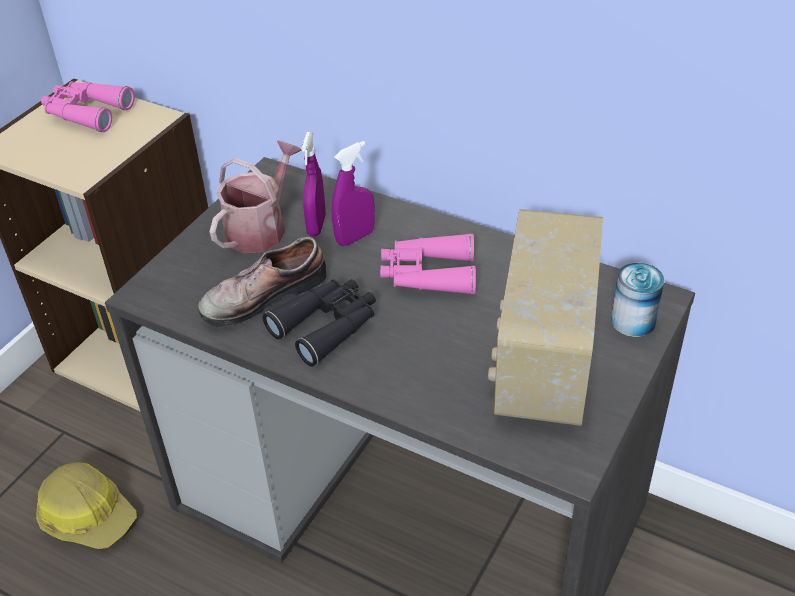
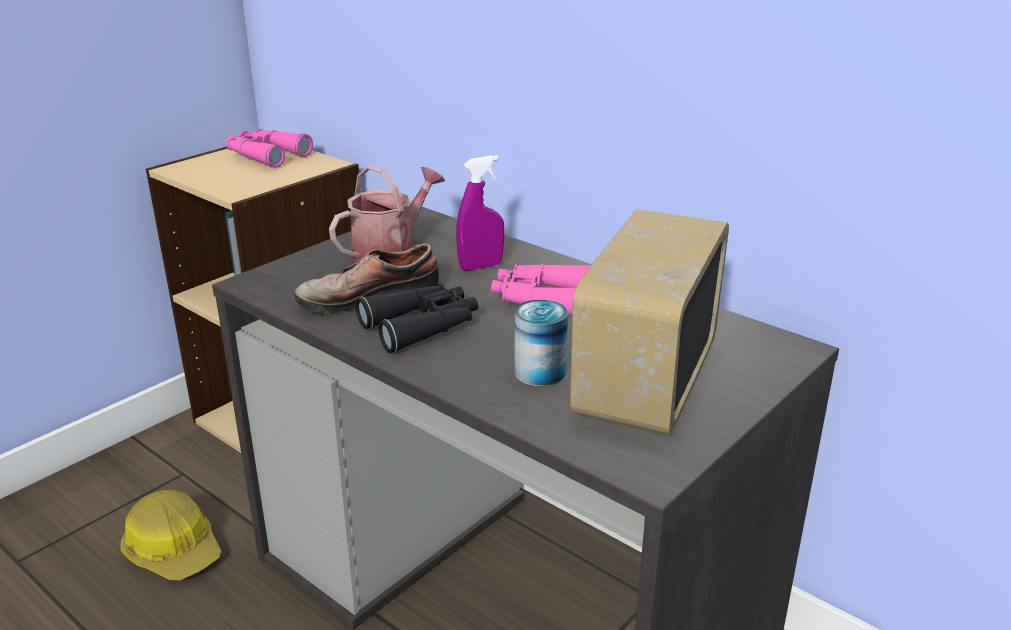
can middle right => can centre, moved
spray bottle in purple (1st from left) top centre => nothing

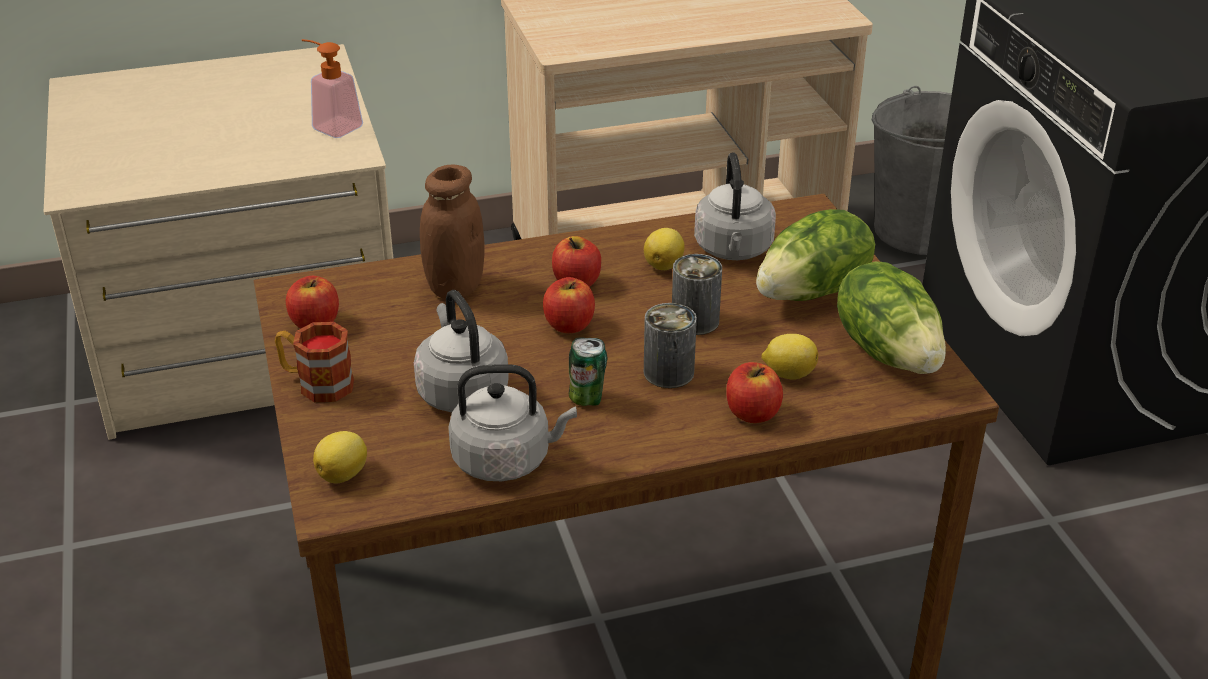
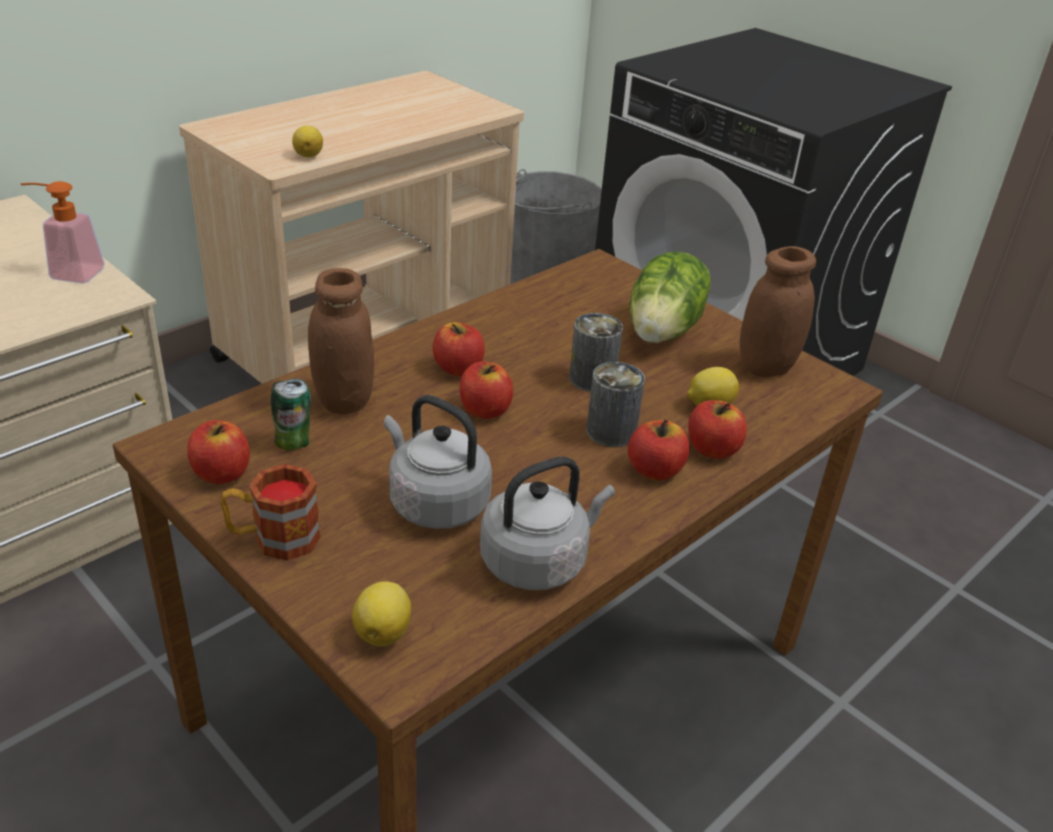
can (1st from left) centre => can (1st from left) middle left, moved
lemon (2nd from left in the first image) centre => lemon (1st from left) top left, moved
nothing => apple (4th from left) centre
lettuce (2nd from left) middle right => jar in brown (2nd from left) middle right
kettle in grey (3rd from left) top centre => nothing

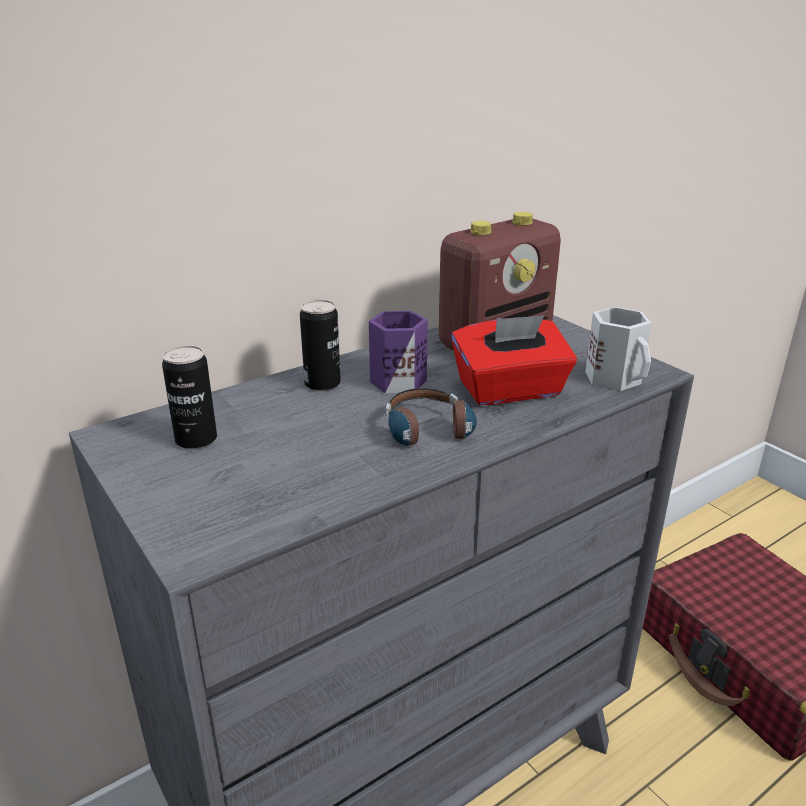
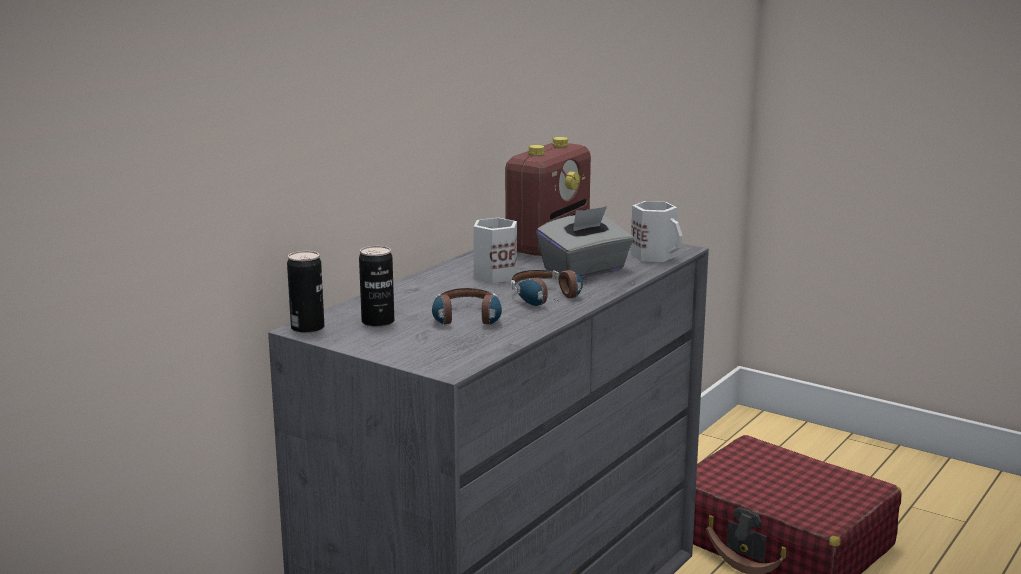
can (2nd from left in the first image) centre => can (1st from left) middle left, moved
nothing => headphones (1st from left) centre
mug in purple centre => mug in white (1st from left) centre
tissue box in red centre => tissue box in grey centre

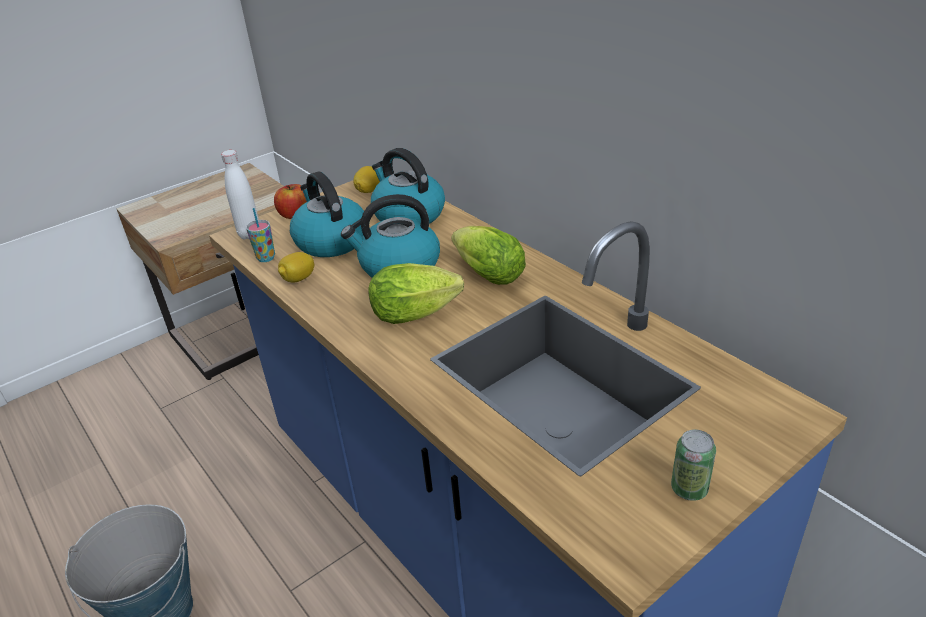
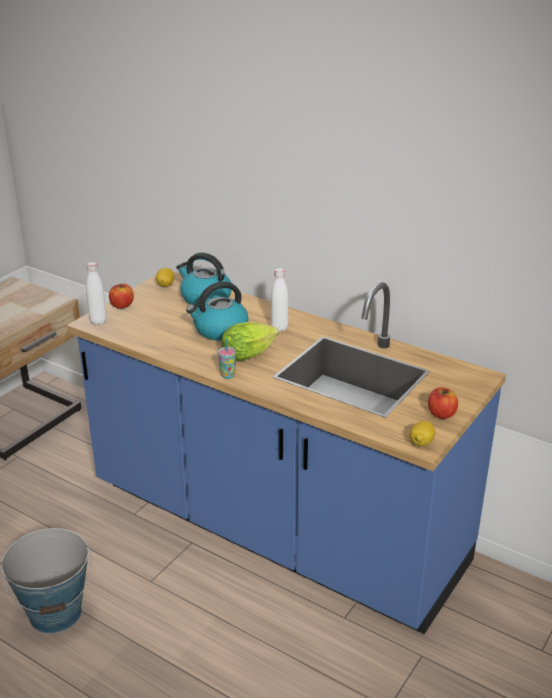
cup middle left => cup centre, moved
lettuce (2nd from left) centre => bottle in white (2nd from left) centre
lemon (1st from left in the first image) middle left => lemon (2nd from left) middle right, moved
can bottom right => apple (2nd from left) middle right
kettle (1st from left) centre => nothing

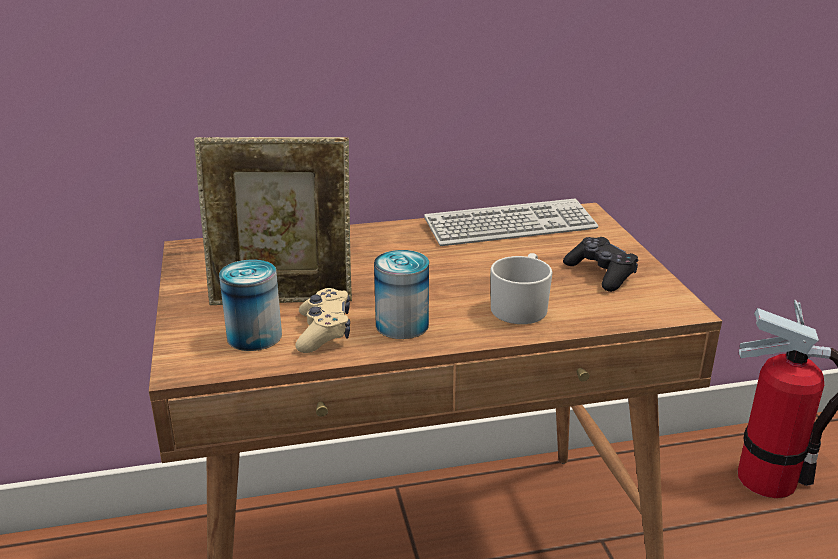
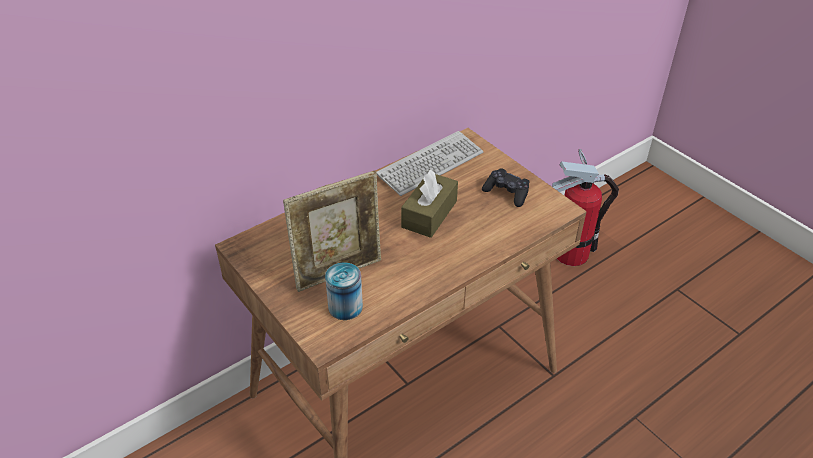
nothing => tissue box in brown centre
game controller in beige centre => nothing
can (2nd from left) centre => nothing
mug in white centre => nothing

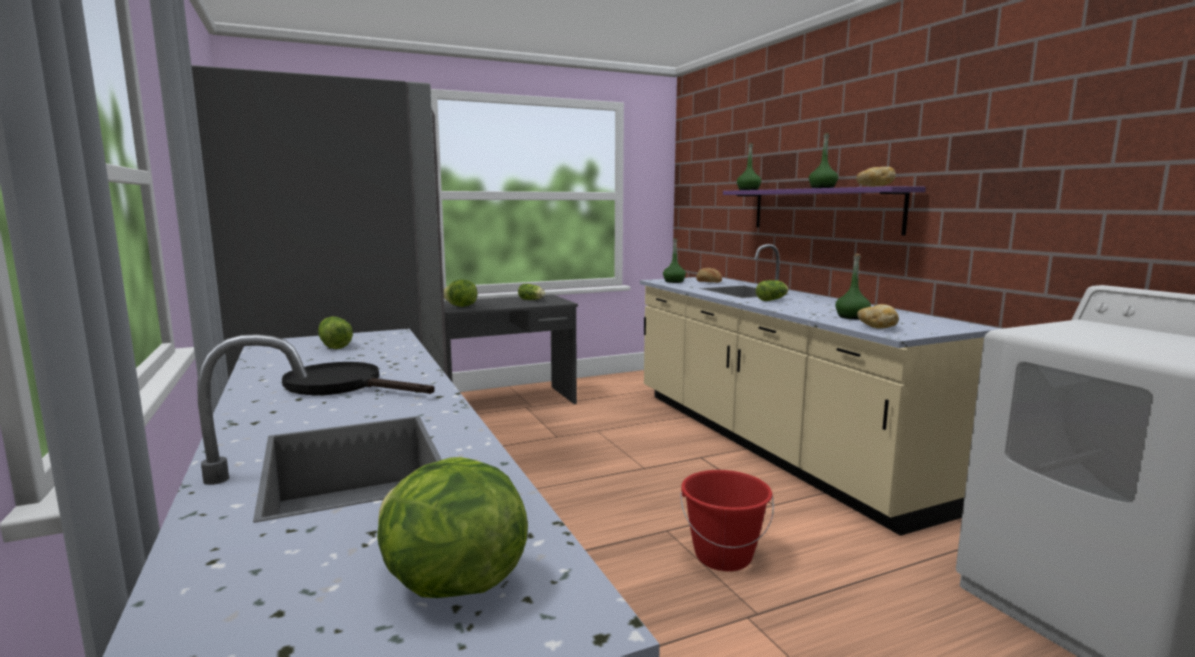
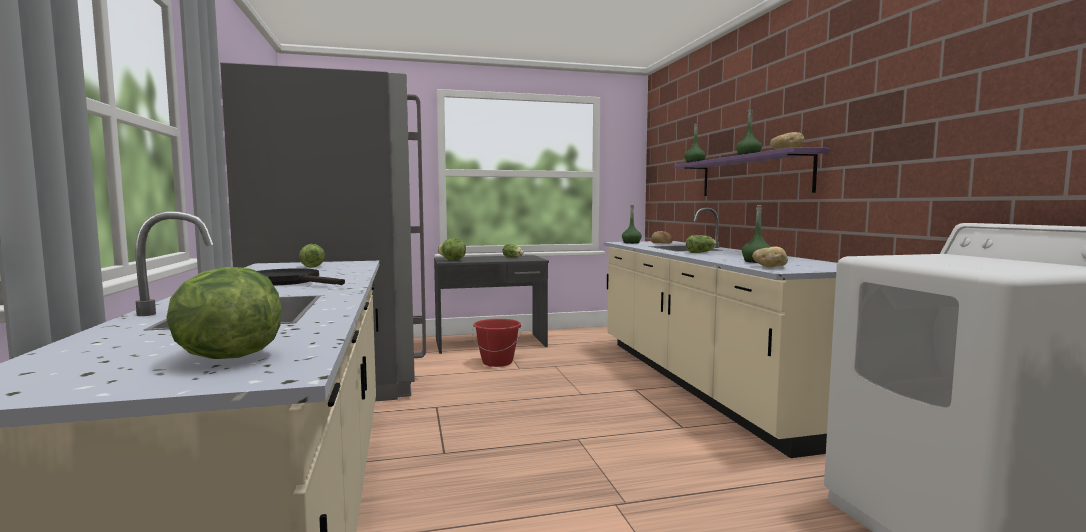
bucket in red bottom centre => bucket in red centre, moved

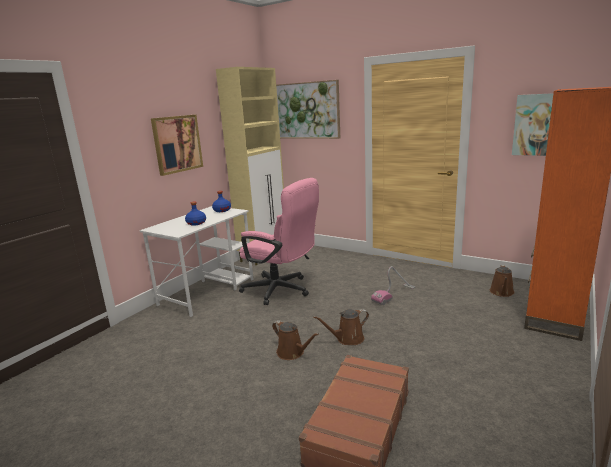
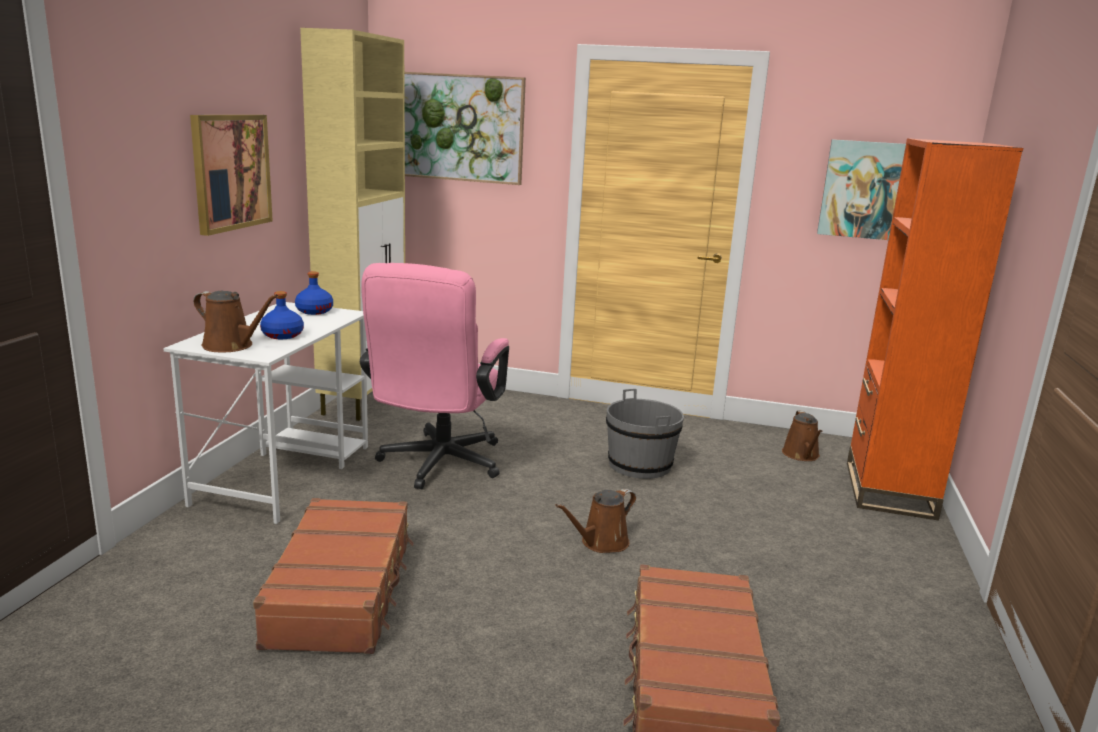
watering can in brown (1st from left) bottom centre => watering can in brown (1st from left) middle left, moved
nothing => suitcase in brown (1st from left) bottom left
office chair in pink centre, 90 degrees clockwise
vacuum cleaner centre => bucket in grey centre

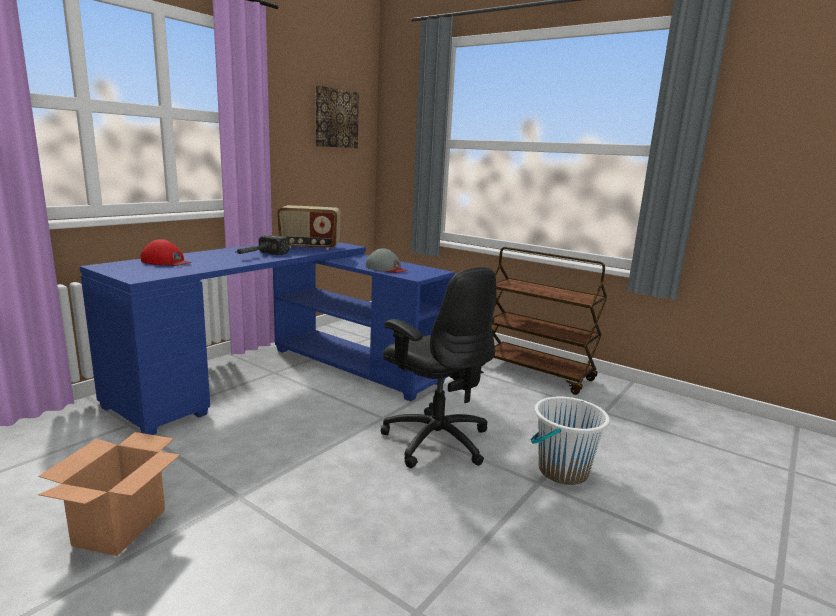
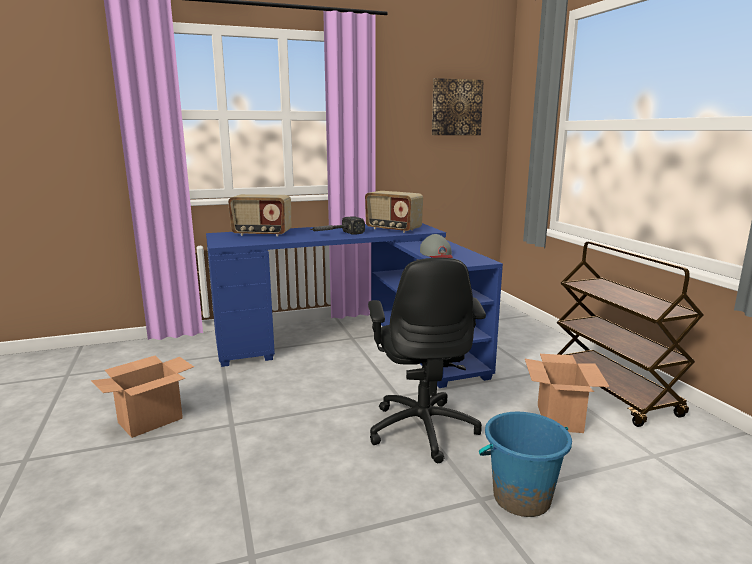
cap in red middle left => radio (1st from left) centre
bucket in white bottom right => bucket in blue bottom right
nothing => cardboard box (2nd from left) bottom right

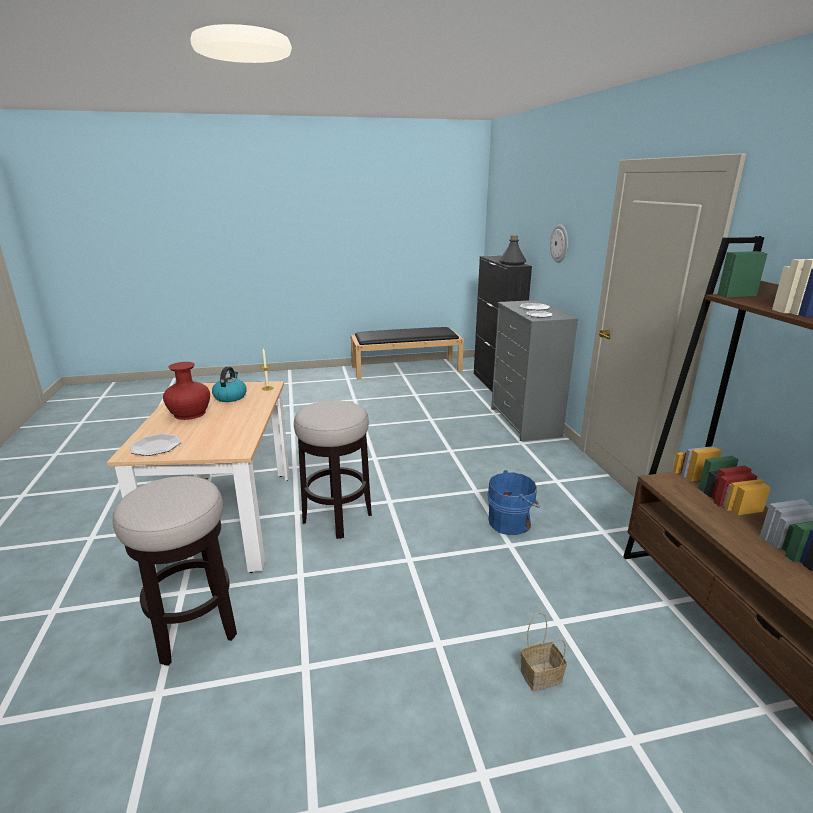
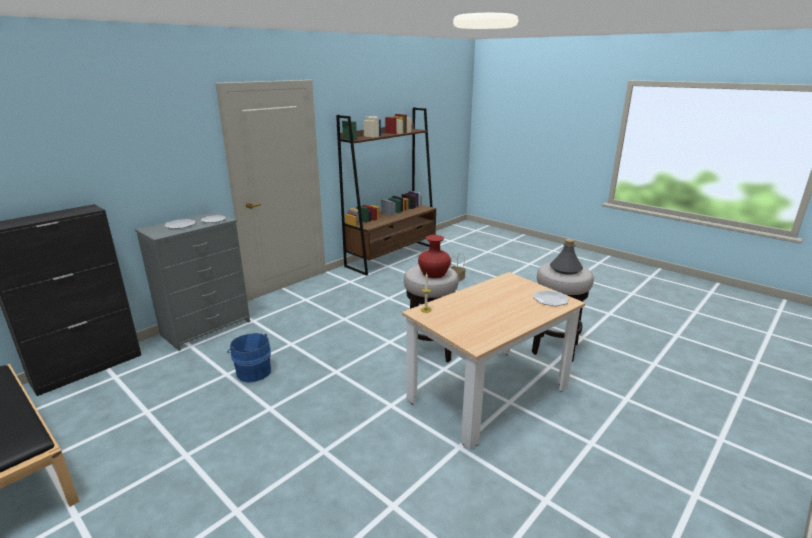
bucket in blue centre => bucket in blue middle left, moved
vase in red middle left => vase in red centre, moved
bottle in grey top centre => bottle in grey middle right, moved
kettle middle left => nothing
wall clock top right => nothing

